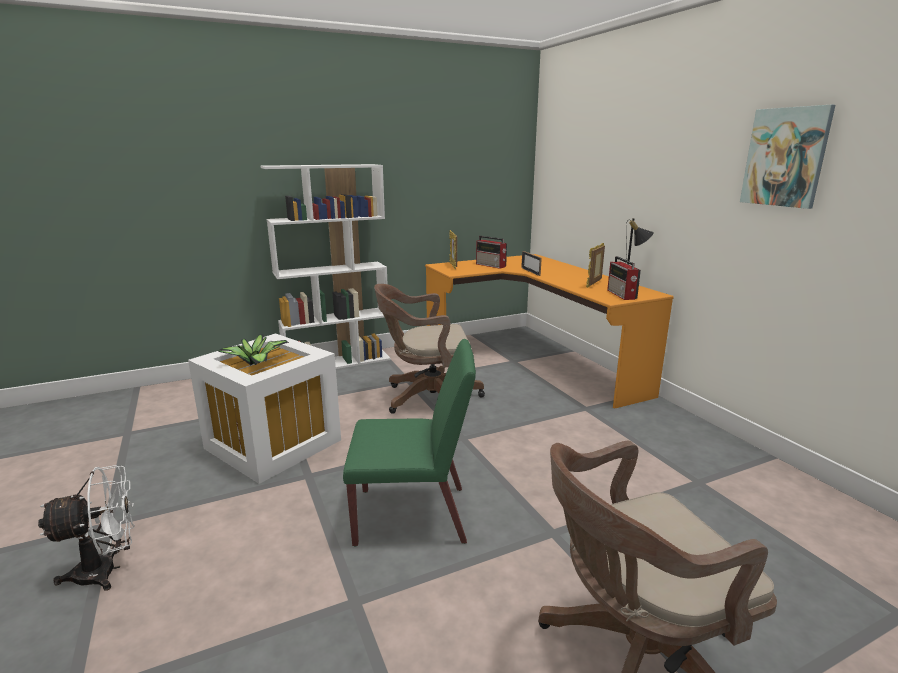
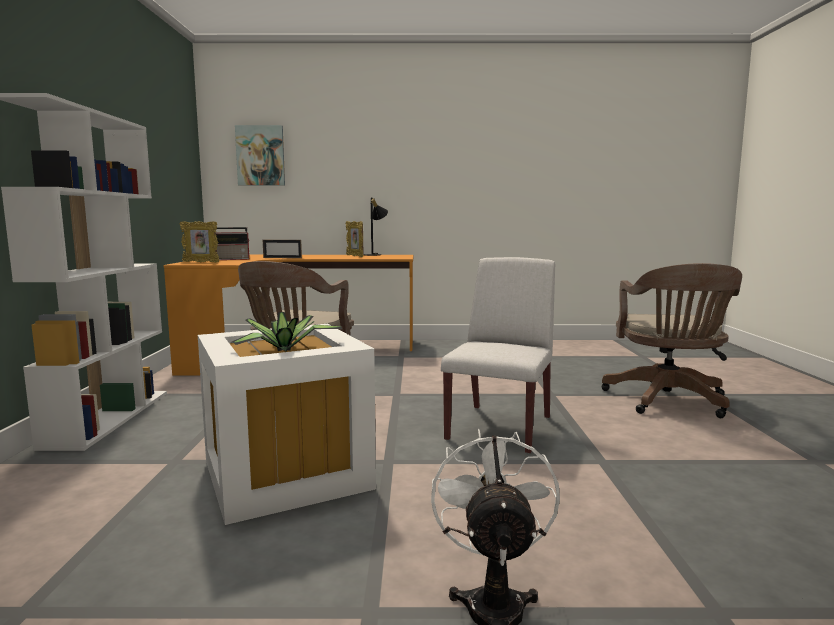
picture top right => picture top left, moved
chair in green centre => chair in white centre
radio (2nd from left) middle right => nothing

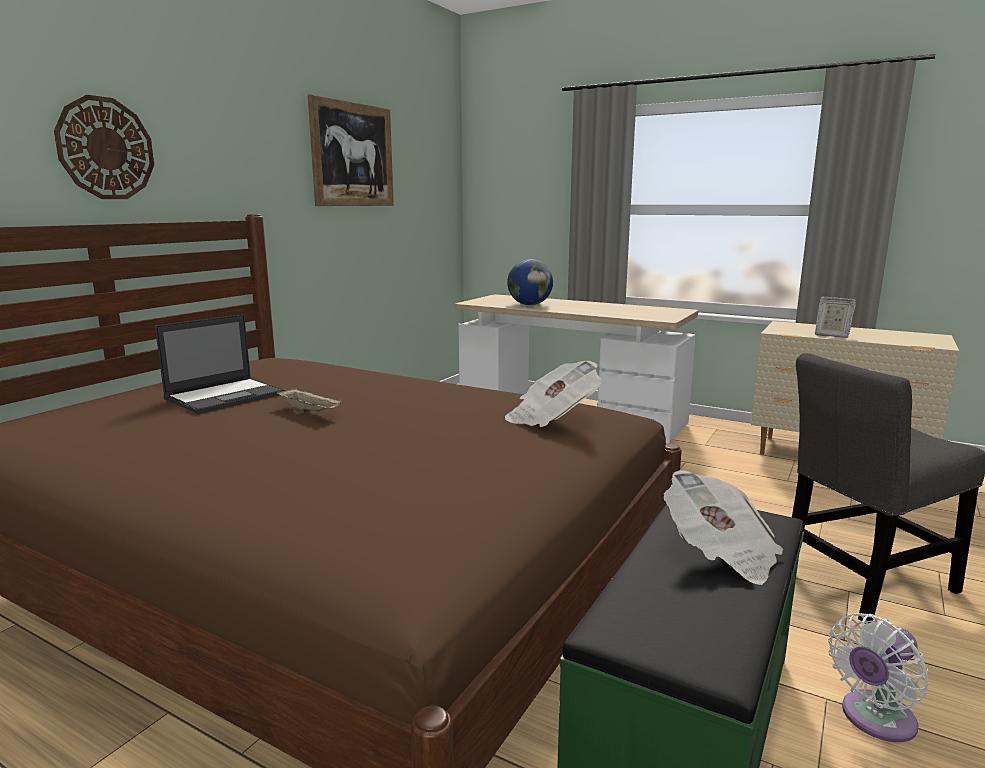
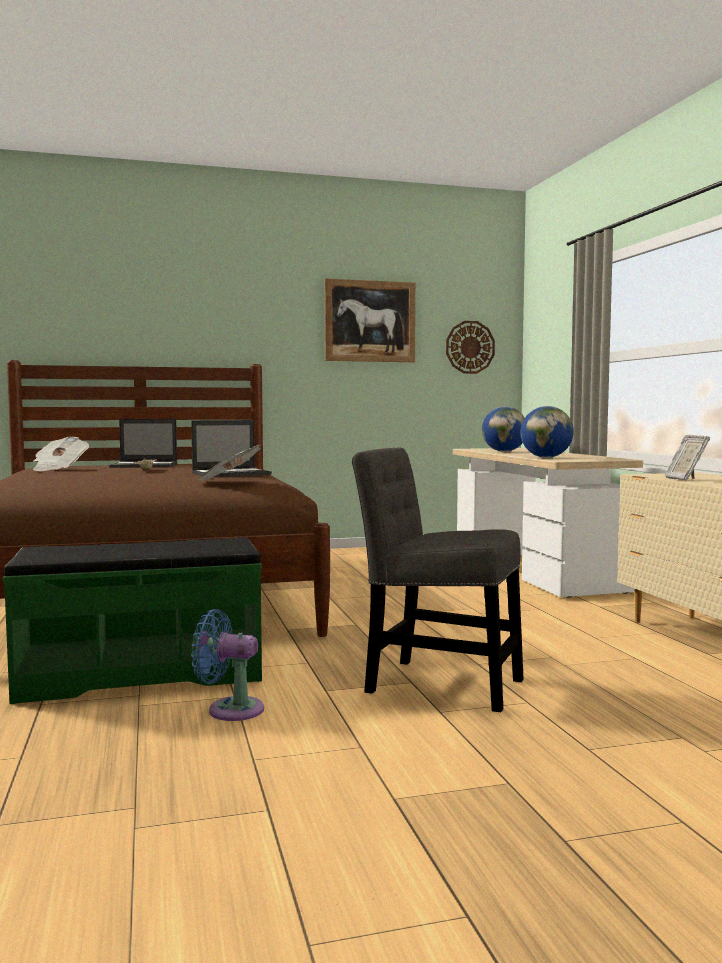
newspaper (2nd from left in the first image) bottom right => newspaper (1st from left) middle left, moved
nothing => laptop (2nd from left) middle left
fan in white bottom right => fan in blue bottom left
wall clock top left => wall clock centre, moved
nothing => globe (2nd from left) middle right

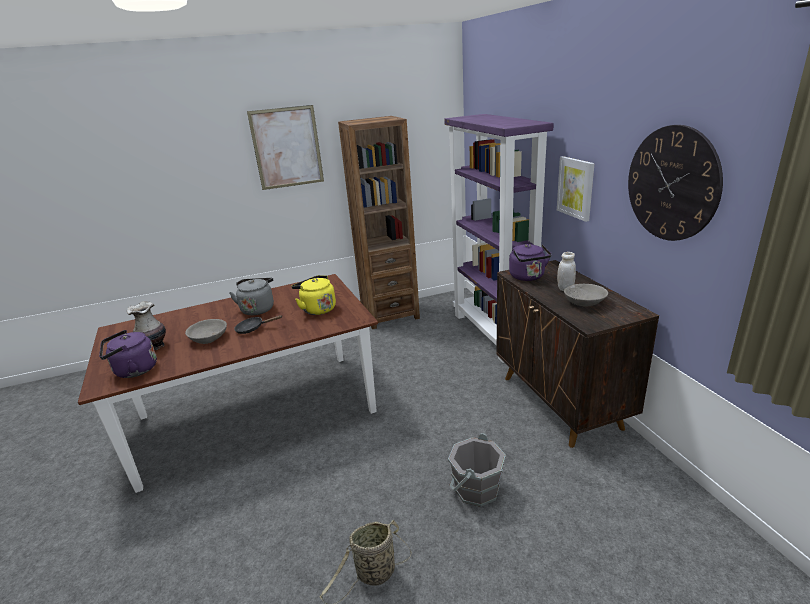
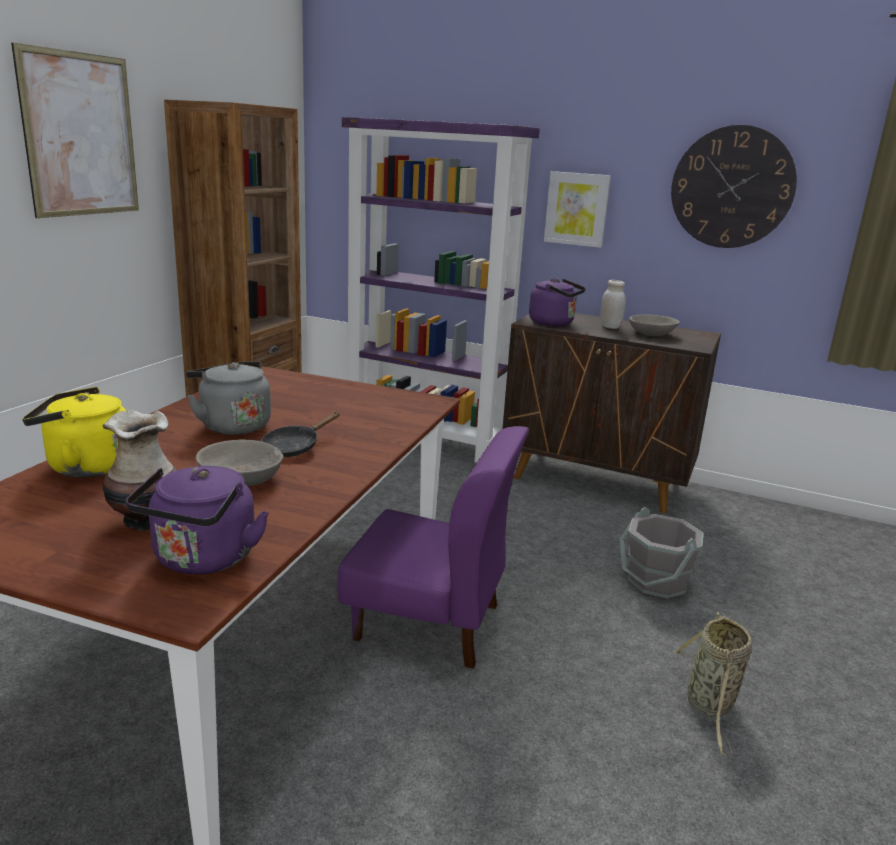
kettle in yellow centre => kettle in yellow middle left, moved
nothing => chair in purple centre

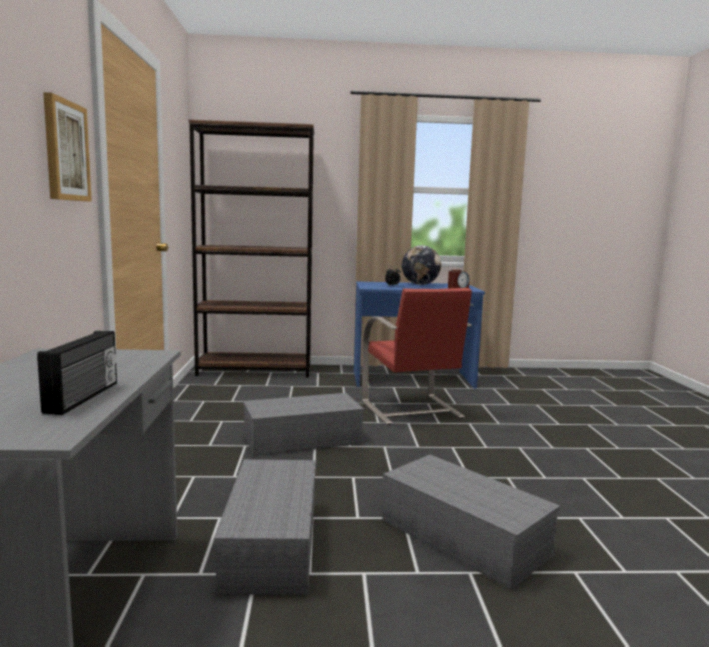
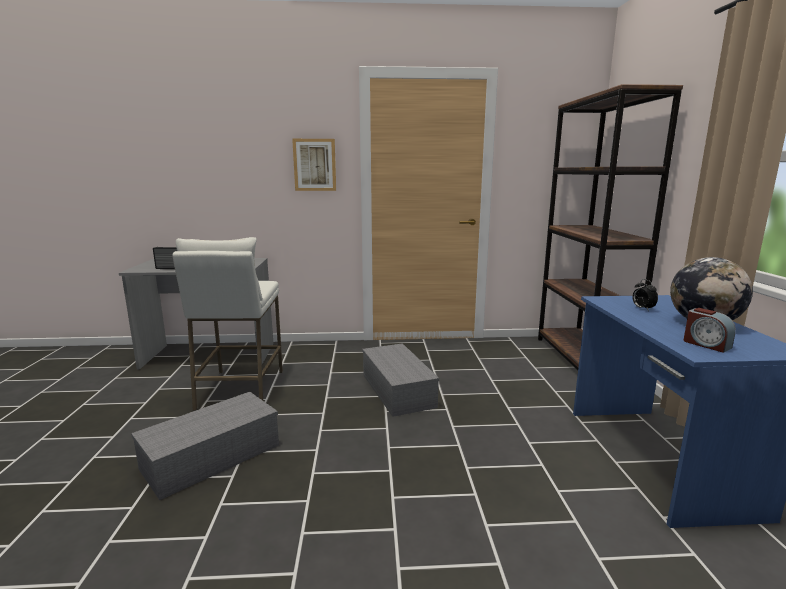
storage box in grey (1st from left) bottom centre => stool in white middle left
chair in red centre => nothing

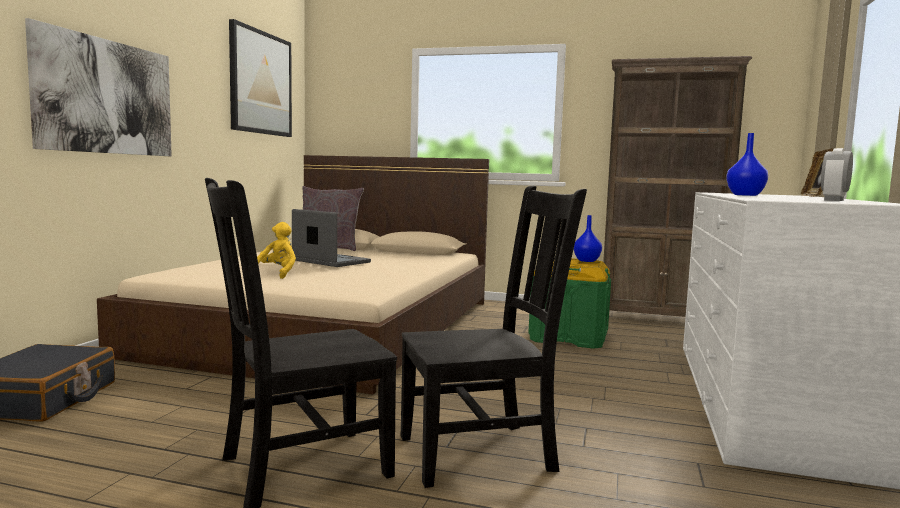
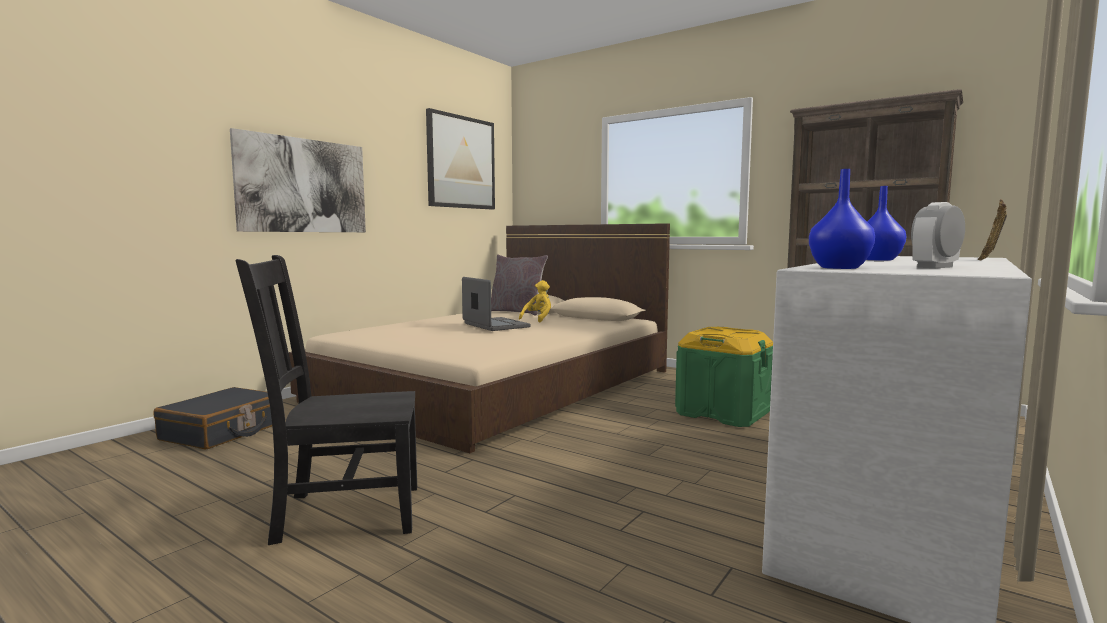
plush toy in yellow middle left => plush toy in yellow centre, moved
vase in blue (1st from left) centre => vase in blue (1st from left) middle right, moved
chair in black (2nd from left) centre => nothing

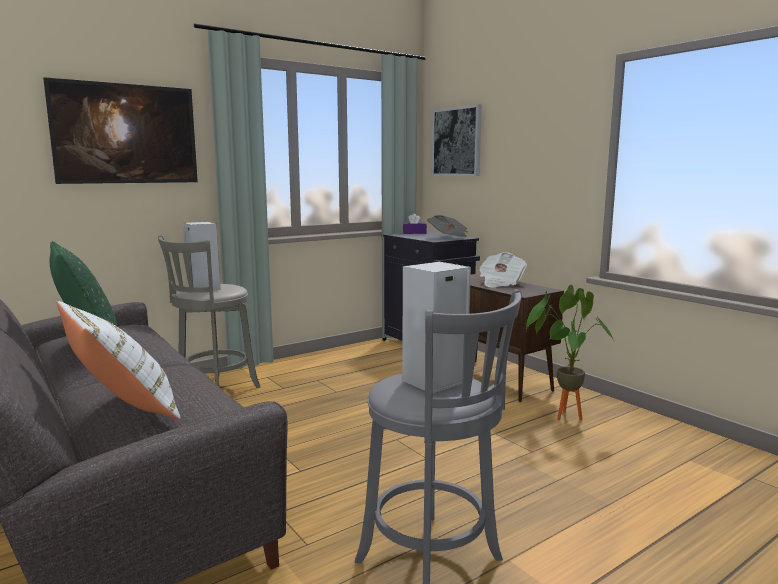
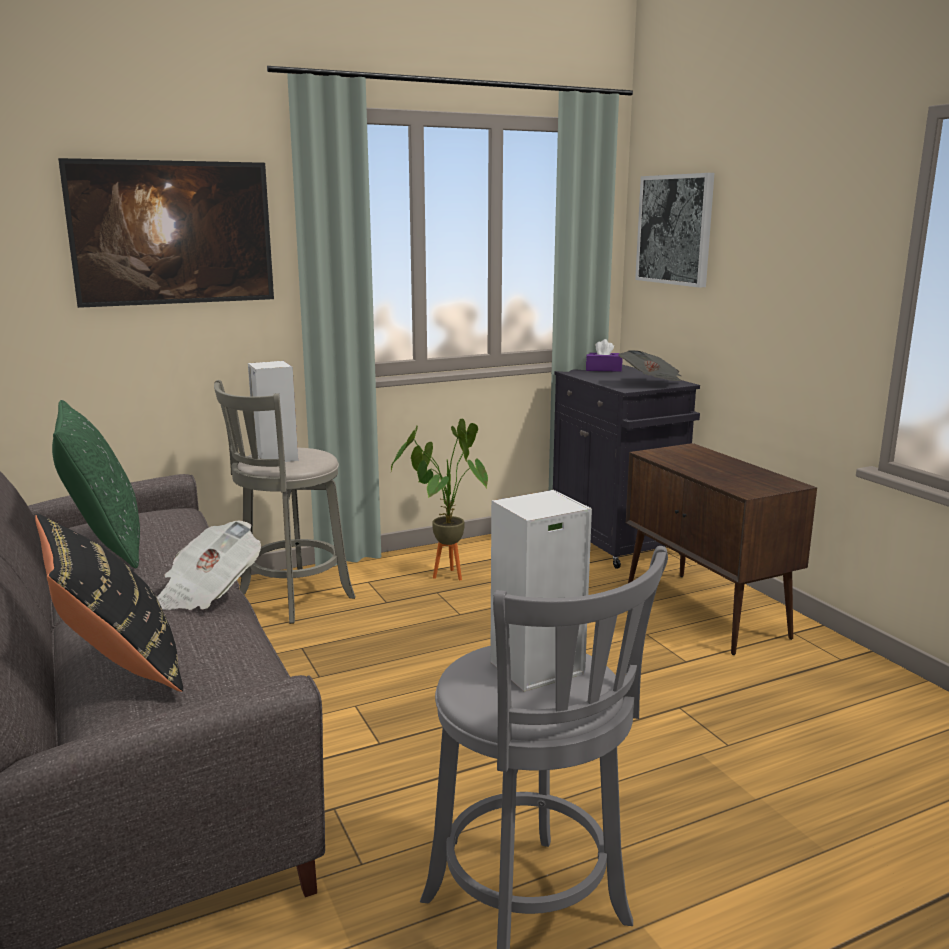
pillow in white middle left => pillow in black middle left
newspaper (2nd from left in the first image) centre => newspaper (1st from left) middle left, moved
potted plant middle right => potted plant centre, moved

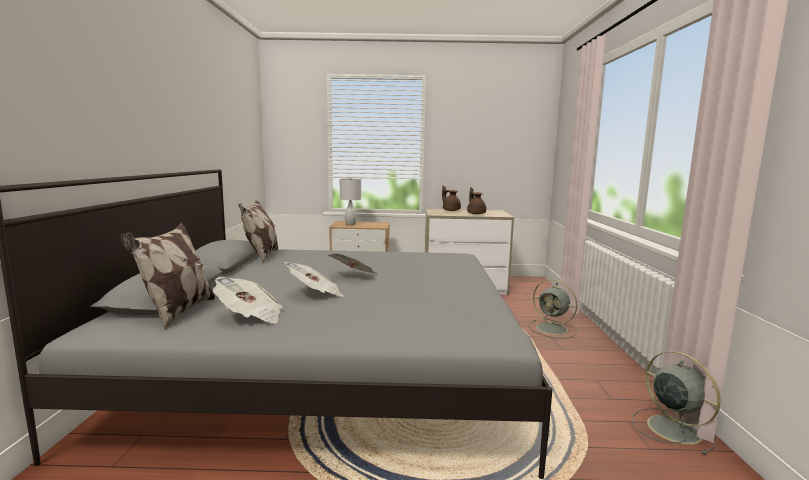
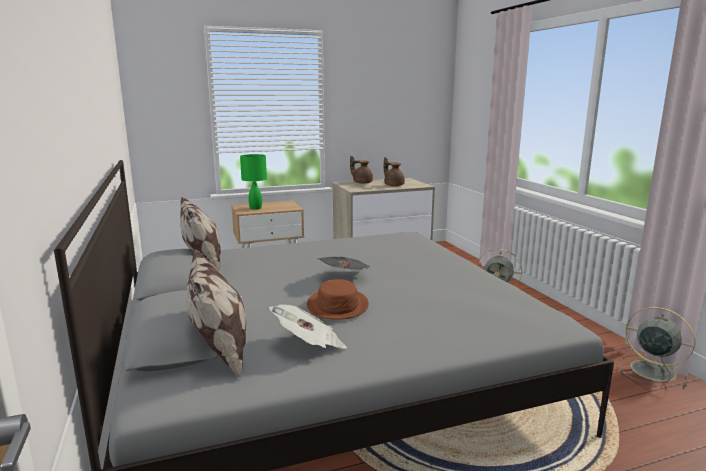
table lamp in white centre => table lamp in green centre
newspaper (2nd from left) centre => hat in brown centre

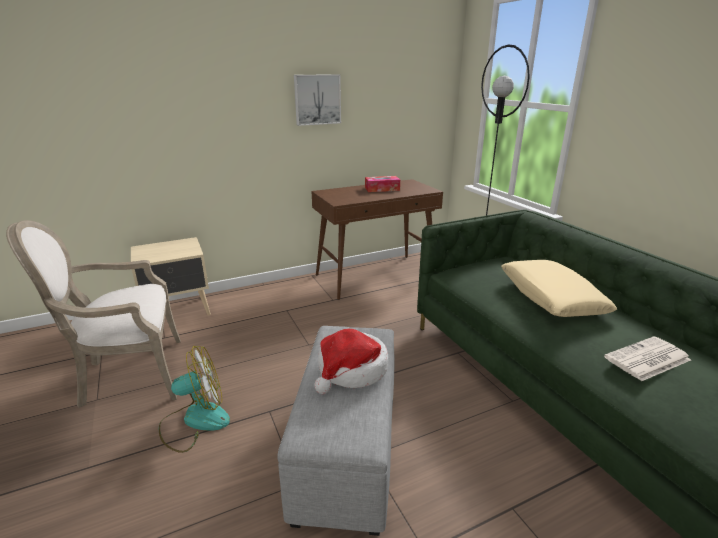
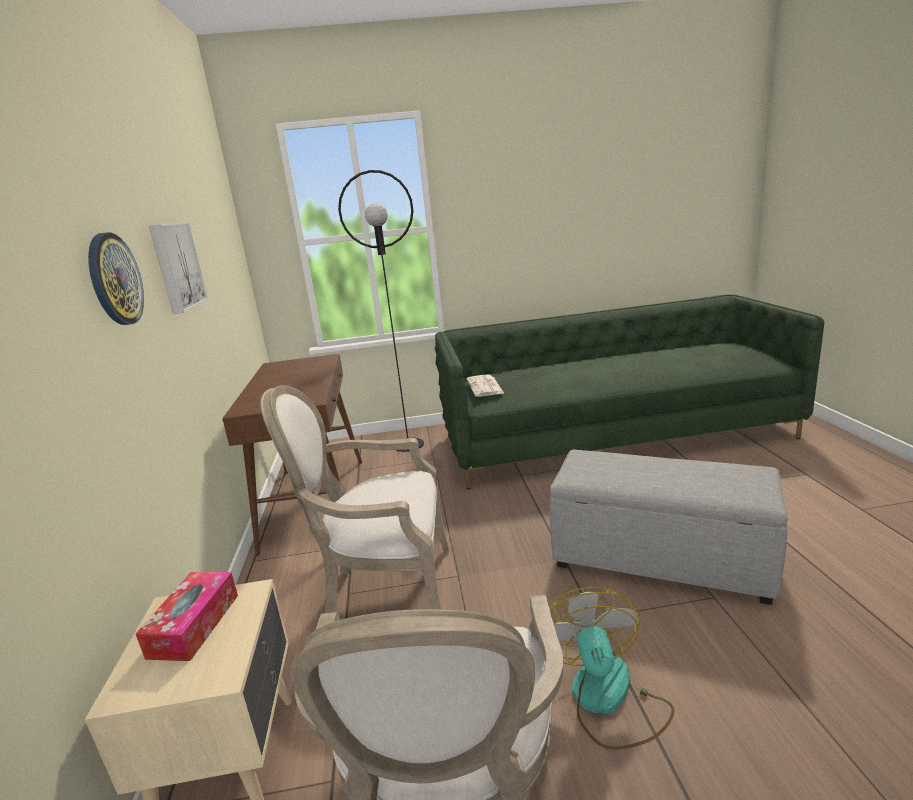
nothing => wall clock middle left
tissue box centre => tissue box bottom left, moved
nothing => armchair (1st from left) centre
newspaper middle right => newspaper centre, moved
hat bottom centre => nothing
pillow in beige middle right => nothing

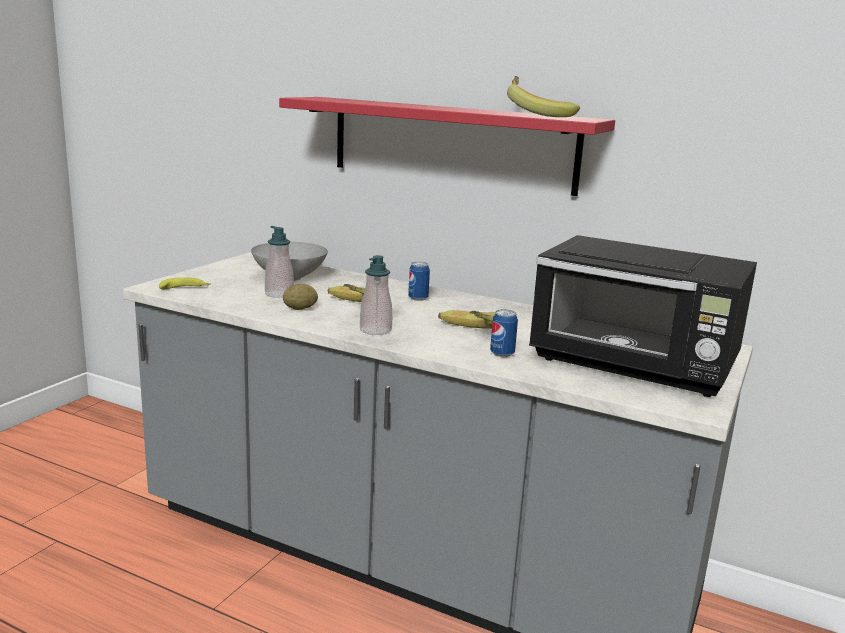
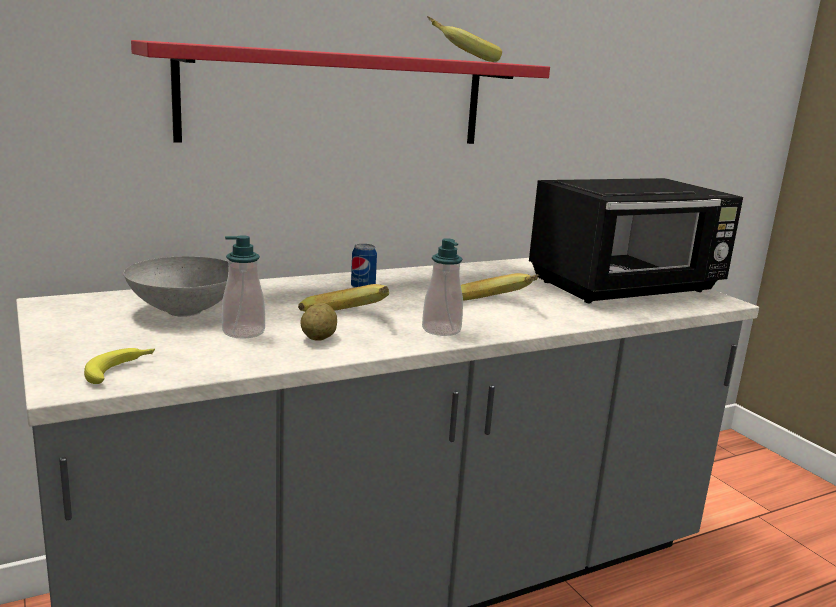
can (2nd from left) centre => nothing

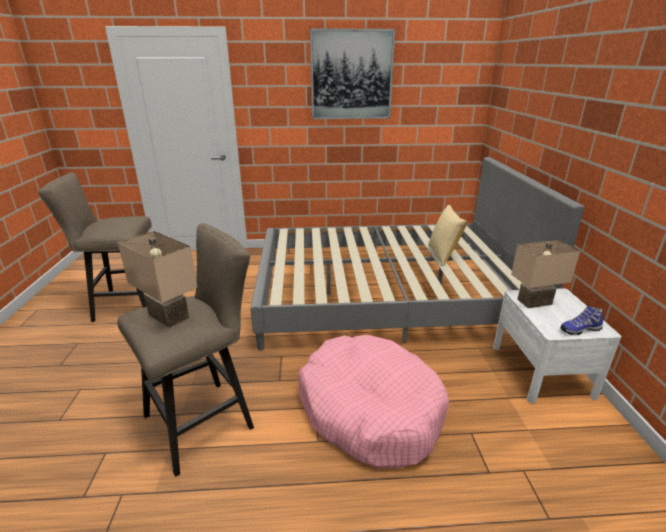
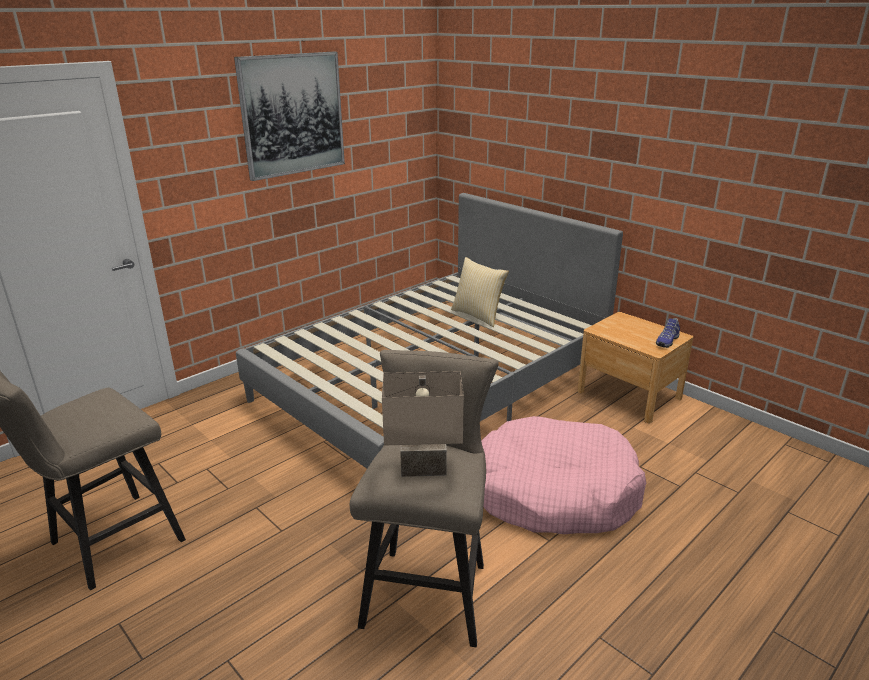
nightstand in white middle right => nightstand in brown middle right
table lamp in beige (2nd from left) middle right => nothing

